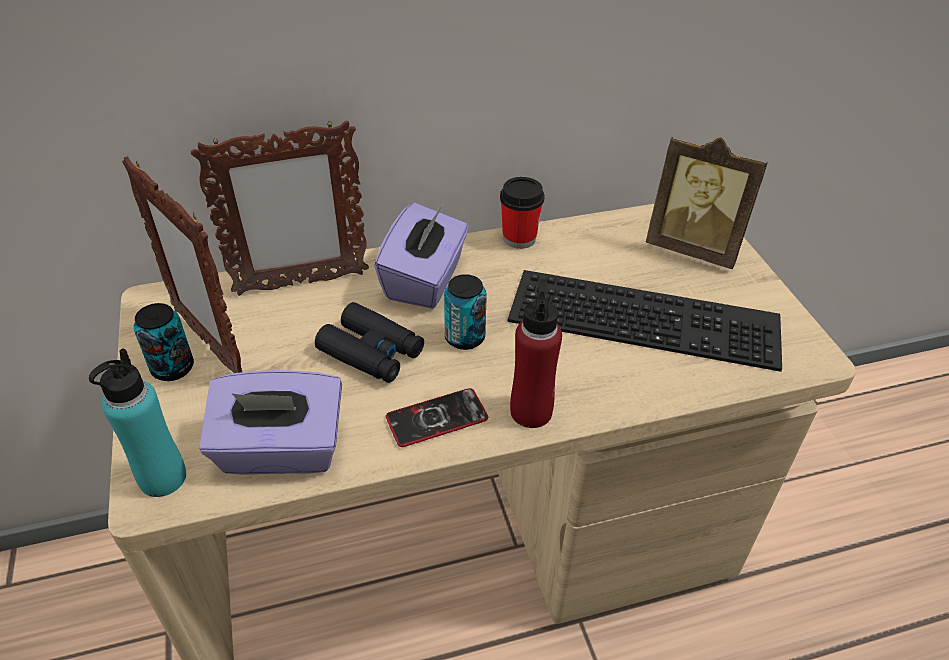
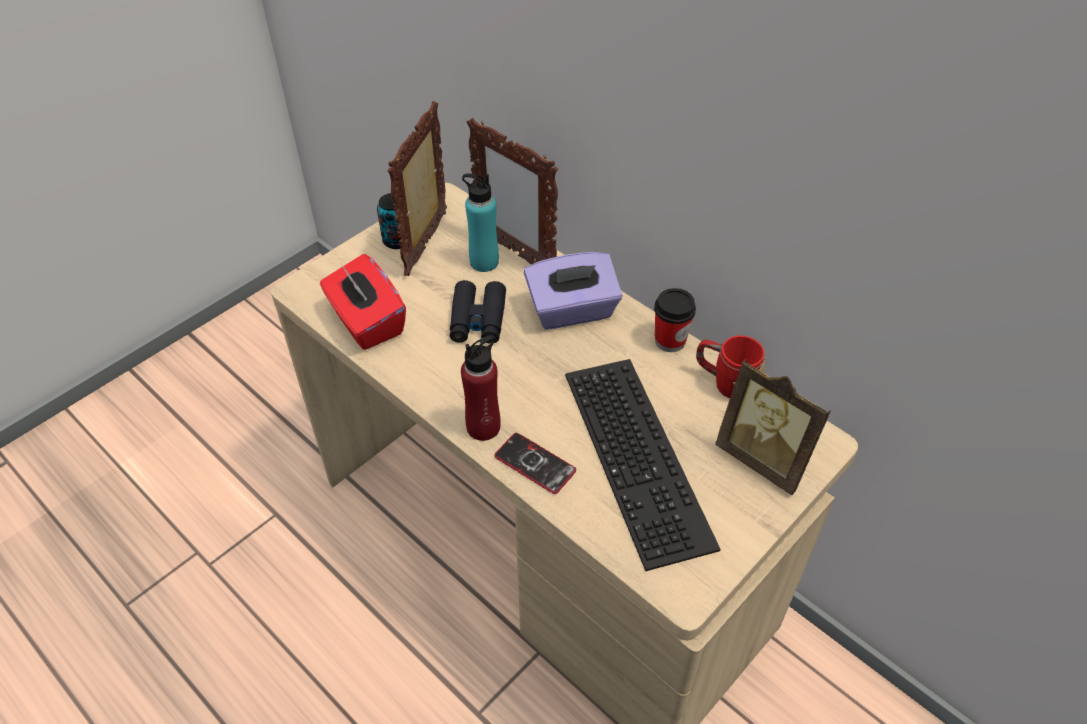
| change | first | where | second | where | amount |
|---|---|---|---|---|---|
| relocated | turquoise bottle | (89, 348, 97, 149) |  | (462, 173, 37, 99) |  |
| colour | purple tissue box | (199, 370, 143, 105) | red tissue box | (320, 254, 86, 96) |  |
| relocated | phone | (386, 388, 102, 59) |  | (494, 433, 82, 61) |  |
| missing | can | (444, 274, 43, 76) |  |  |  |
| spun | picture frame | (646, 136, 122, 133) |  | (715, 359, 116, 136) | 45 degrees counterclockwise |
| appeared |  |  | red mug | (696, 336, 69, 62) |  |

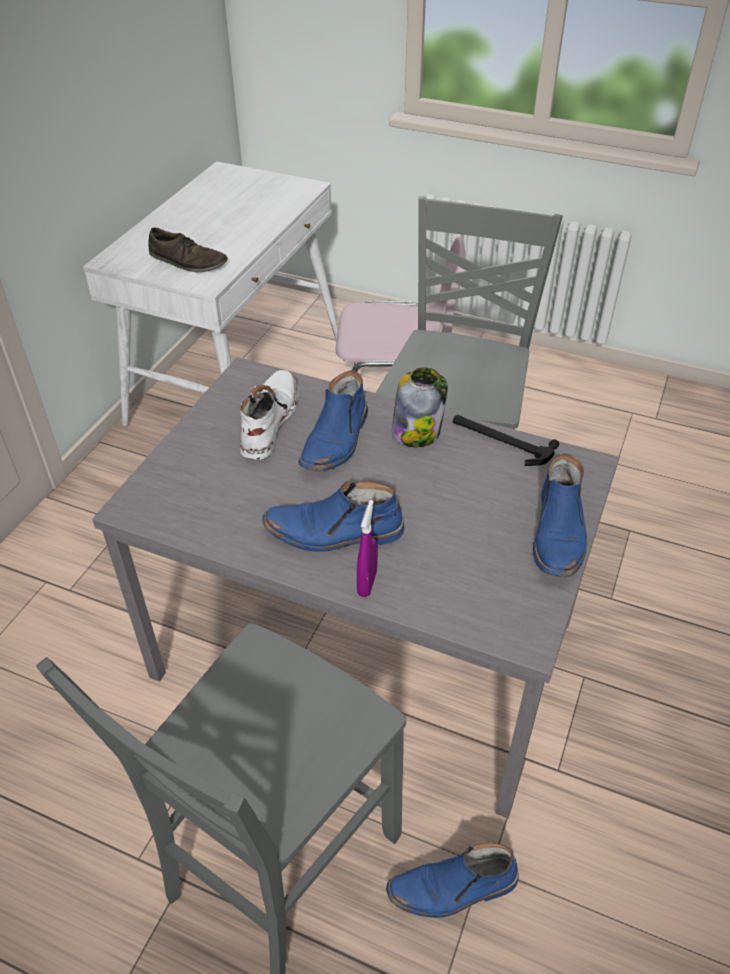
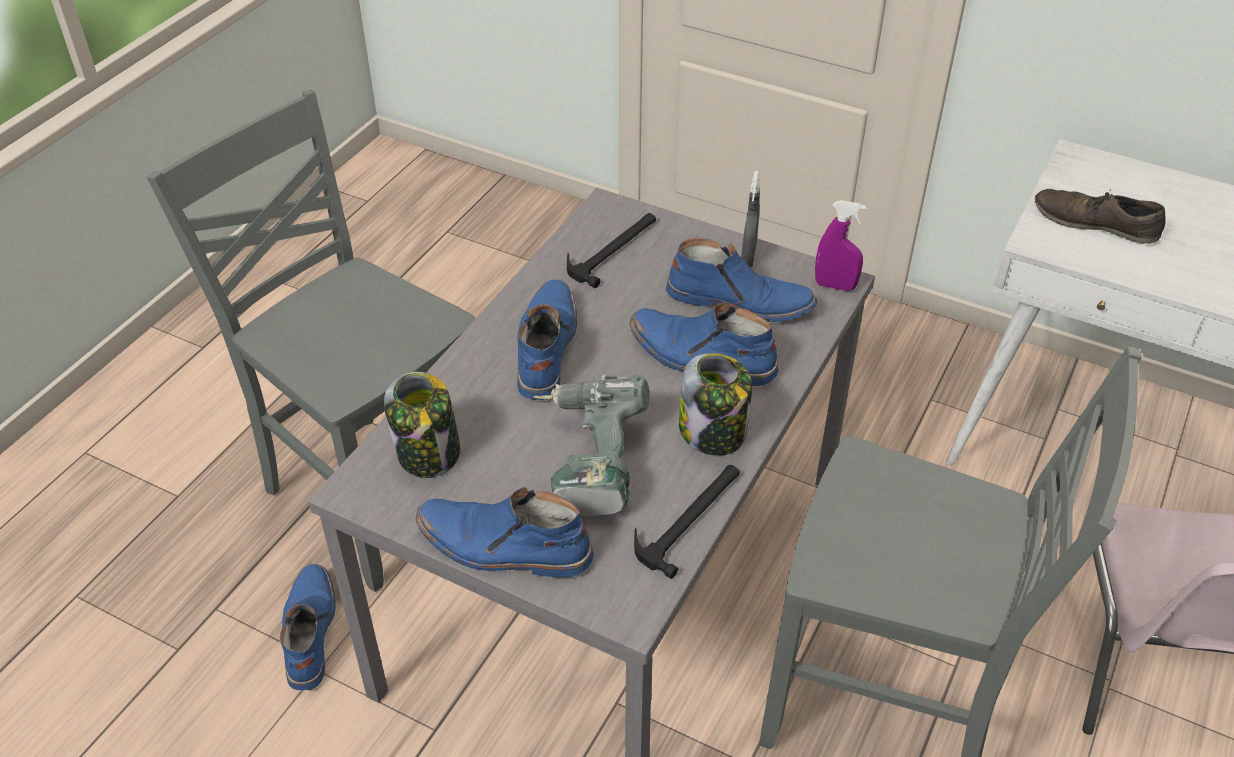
| change | first | where | second | where | amount |
|---|---|---|---|---|---|
| spun | brown shoe | (148, 228, 80, 45) |  | (1035, 189, 131, 55) | 90 degrees clockwise |
| colour | white boot | (240, 370, 58, 90) | blue boot | (666, 237, 151, 85) |  |
| relocated | purple spray bottle | (357, 500, 21, 97) |  | (815, 200, 52, 91) |  |
| appeared |  |  | jar | (384, 372, 76, 106) |  |
| appeared |  |  | power drill | (533, 375, 116, 142) |  |
| appeared |  |  | hammer | (567, 213, 89, 75) |  |
| appeared |  |  | grey spray bottle | (741, 171, 19, 96) |  |

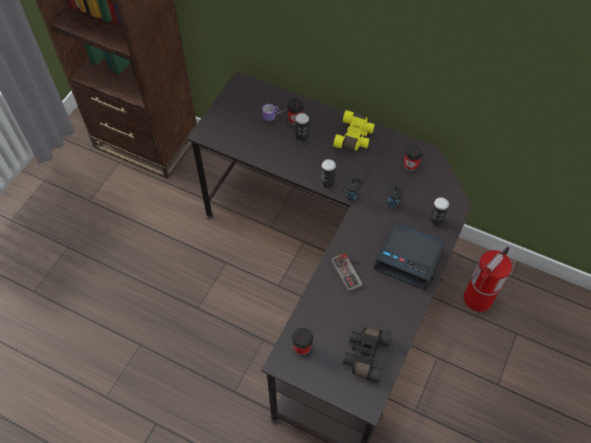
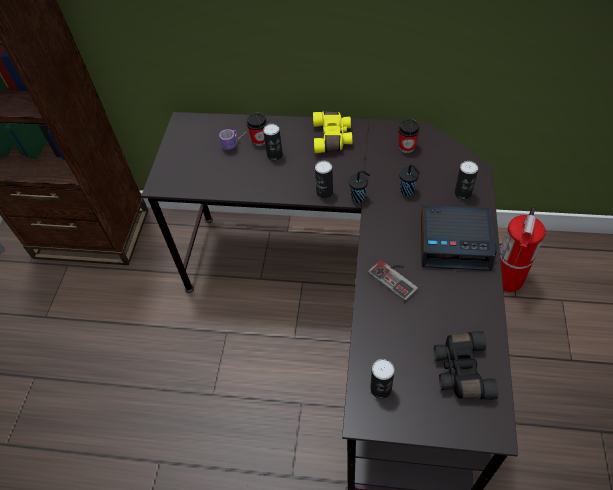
| change | first | where | second | where | amount |
|---|---|---|---|---|---|
| exchanged | cup | (292, 328, 21, 27) | can | (370, 359, 25, 40) |  |

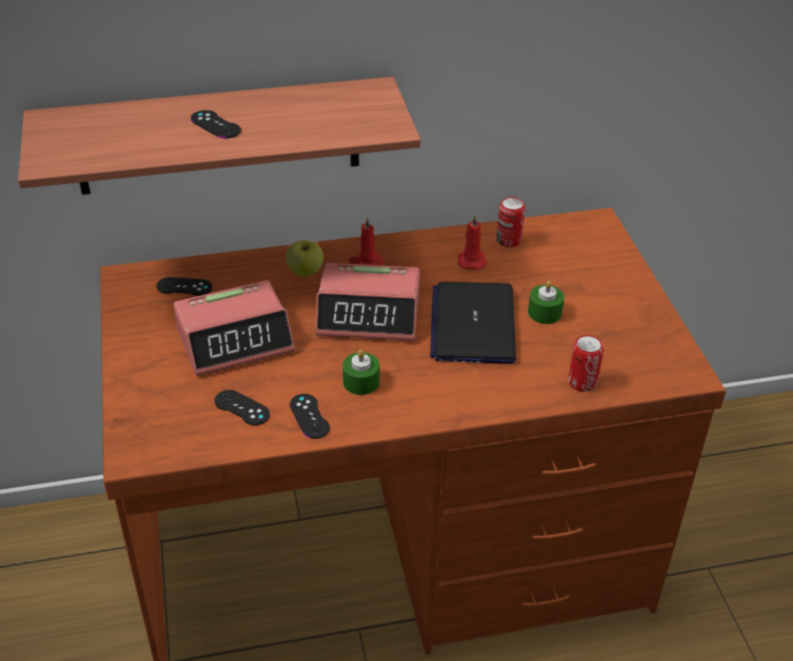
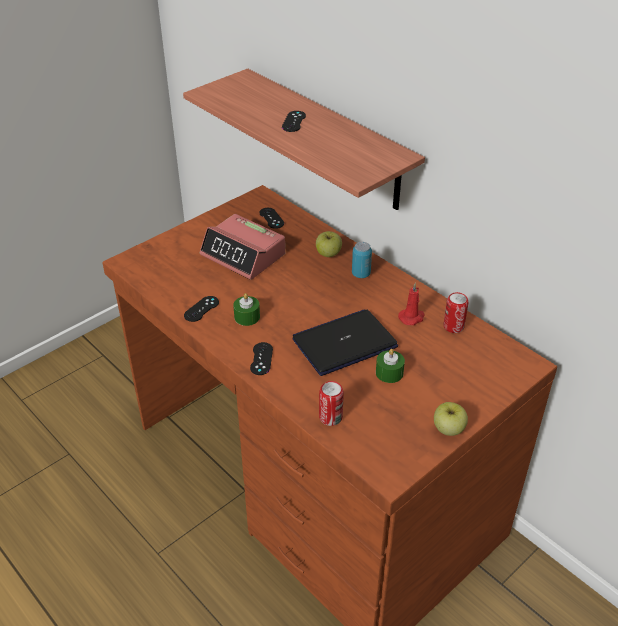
| change | first | where | second | where | amount |
|---|---|---|---|---|---|
| relocated | black game controller | (214, 390, 56, 35) |  | (250, 342, 23, 33) |  |
| missing | alarm clock | (315, 263, 105, 78) |  |  |  |
| exchanged | red candle | (349, 216, 35, 50) | can | (352, 242, 20, 36) |  |
| appeared |  |  | apple | (434, 402, 34, 34) |  |

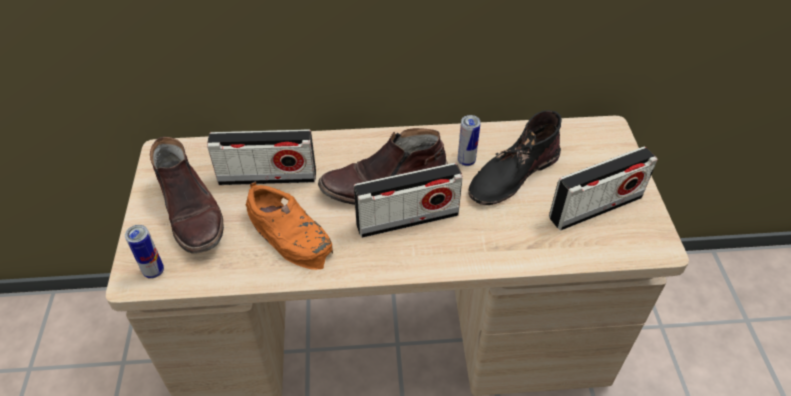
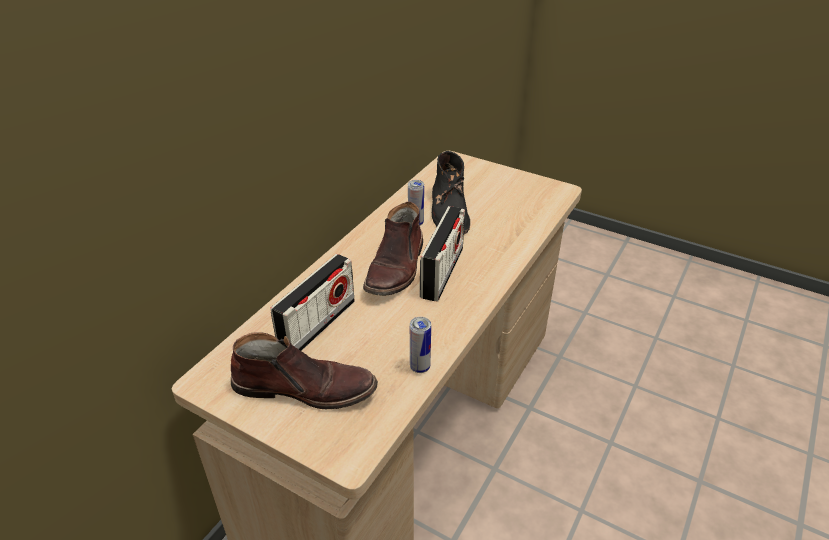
| change | first | where | second | where | amount |
|---|---|---|---|---|---|
| relocated | can | (125, 225, 39, 54) |  | (410, 317, 21, 56) |  |
| missing | orange shoe | (245, 181, 88, 89) |  |  |  |
| missing | radio | (549, 146, 109, 85) |  |  |  |

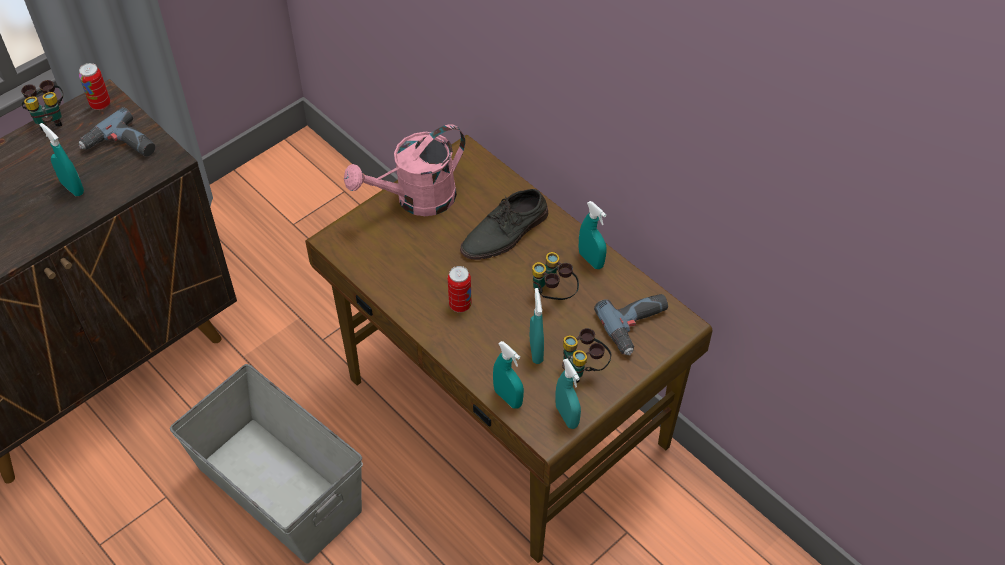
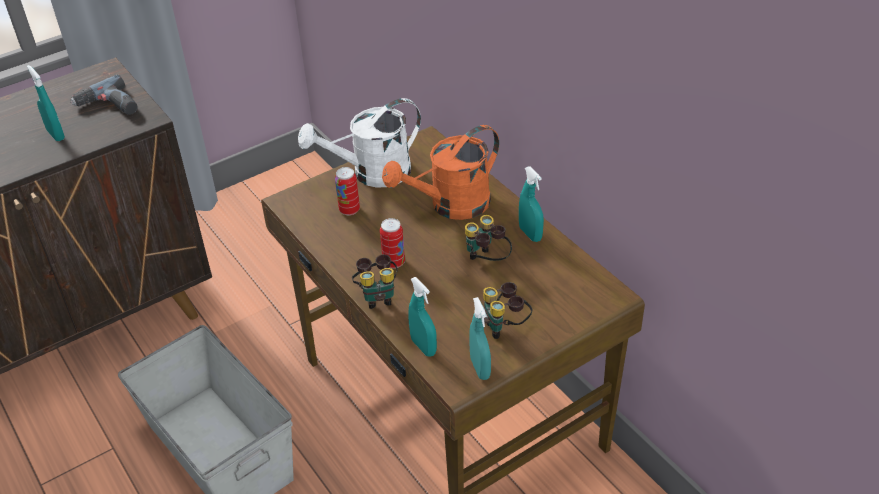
| change | first | where | second | where | amount |
|---|---|---|---|---|---|
| relocated | binoculars | (21, 80, 42, 51) |  | (352, 254, 46, 55) |  |
| relocated | can | (79, 63, 31, 47) |  | (335, 167, 25, 49) |  |
| colour | pink watering can | (344, 124, 121, 92) | white watering can | (298, 98, 123, 90) |  |
| exchanged | grey shoe | (460, 189, 88, 71) | orange watering can | (382, 125, 117, 95) |  |
| missing | turquoise spray bottle | (530, 288, 14, 76) |  |  |  |
| missing | power drill | (594, 294, 74, 62) |  |  |  |

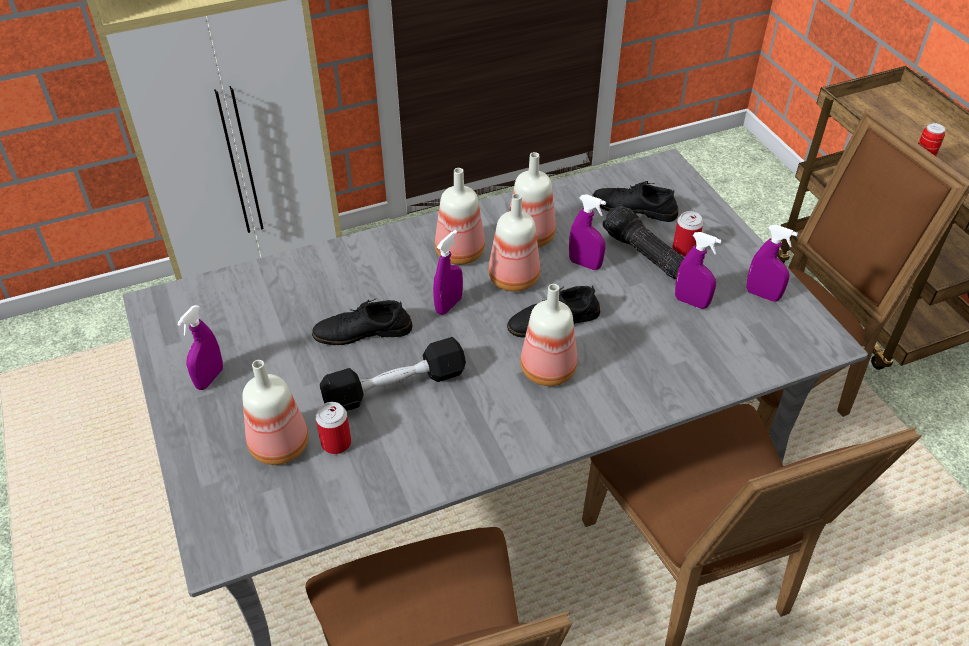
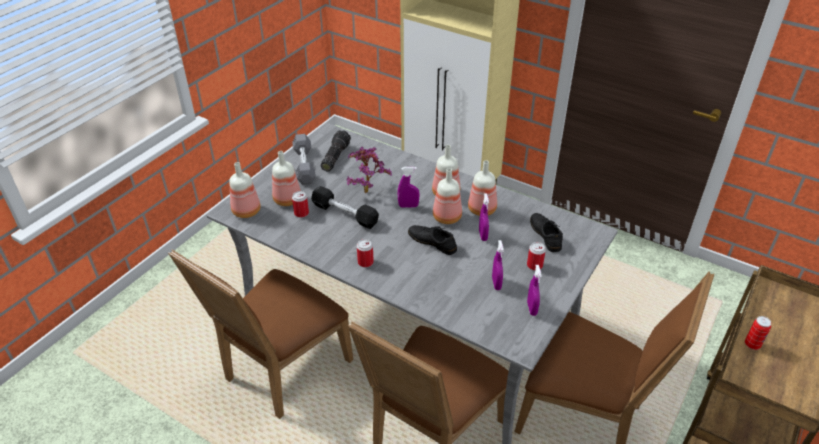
| change | first | where | second | where | amount |
|---|---|---|---|---|---|
| exchanged | purple spray bottle | (177, 305, 46, 85) | grey dumbbell | (292, 134, 24, 51) |  |
| exchanged | black shoe | (312, 299, 100, 46) | potted plant | (346, 147, 46, 46) |  |
| relocated | bottle | (520, 284, 57, 102) |  | (229, 162, 32, 56) |  |
| relocated | flashlight | (602, 204, 82, 75) |  | (321, 130, 30, 42) |  |
| appeared |  |  | can | (357, 239, 17, 28) |  |

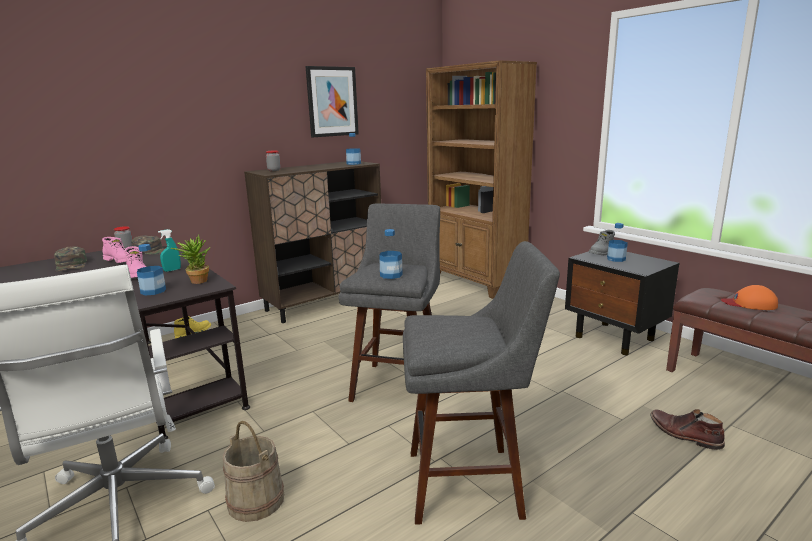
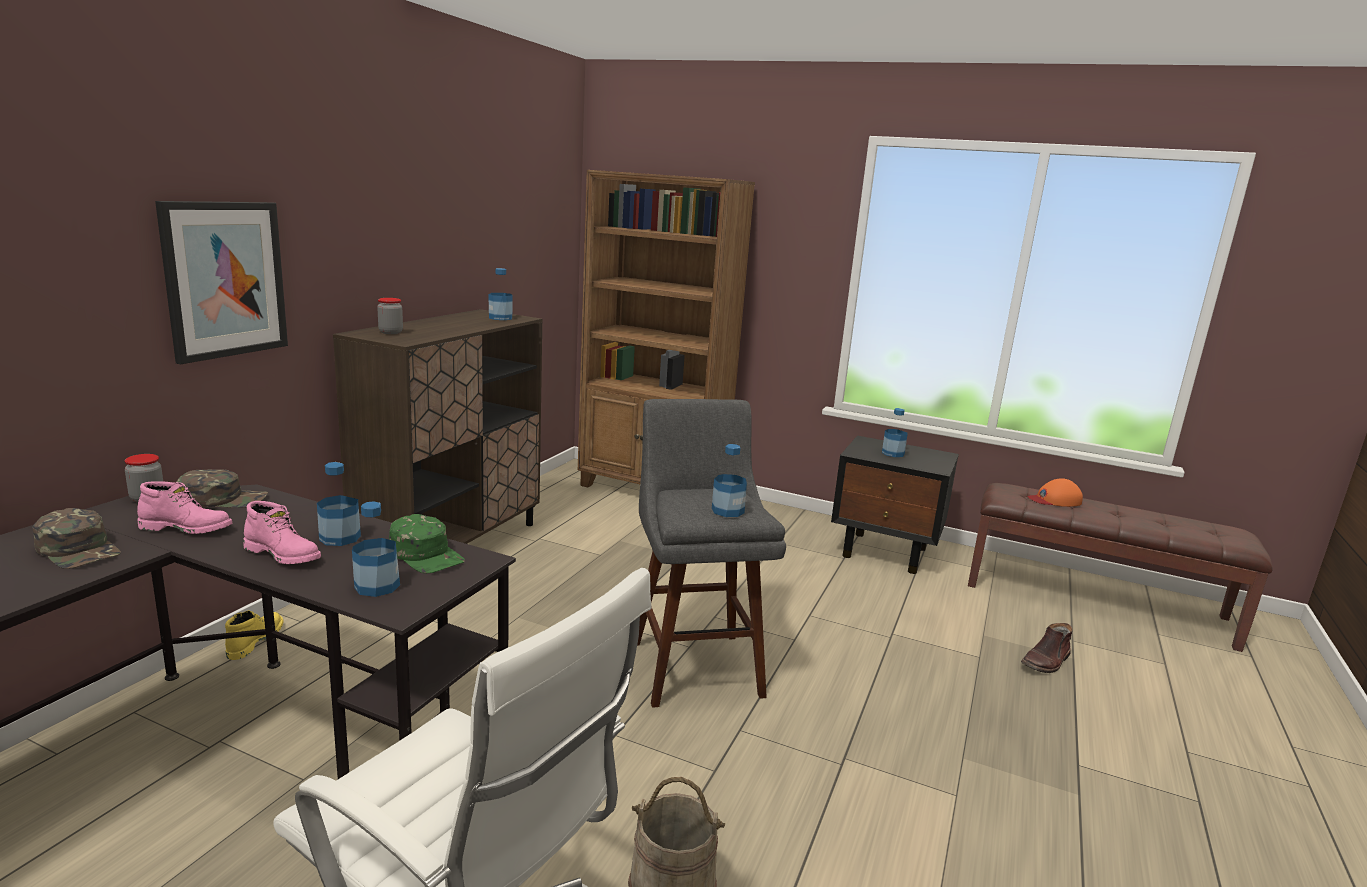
| change | first | where | second | where | amount |
|---|---|---|---|---|---|
| exchanged | turquoise spray bottle | (158, 229, 23, 43) | bottle | (317, 462, 44, 84) |  |
| exchanged | potted plant | (171, 233, 39, 51) | green cap | (389, 514, 76, 59) |  |
| relocated | picture | (306, 66, 53, 71) |  | (155, 201, 133, 163) |  |
| missing | grey stool | (403, 241, 157, 284) |  |  |  |
| missing | grey boot | (589, 230, 26, 25) |  |  |  |
| spun | brown boot | (650, 409, 75, 41) |  | (1021, 623, 52, 50) | 60 degrees counterclockwise |

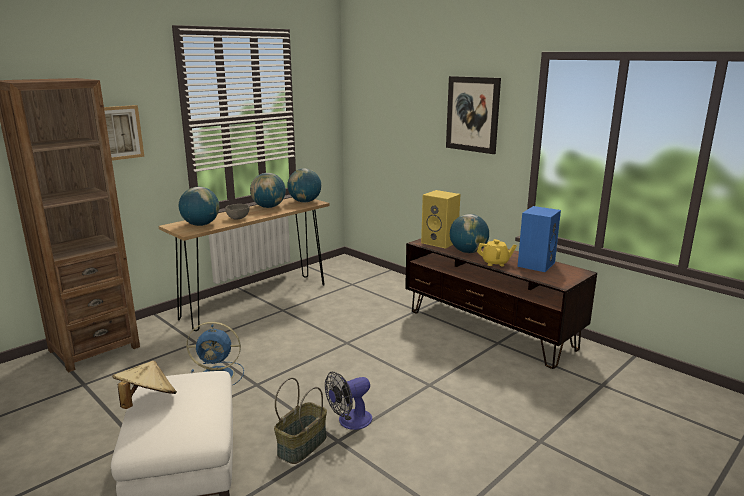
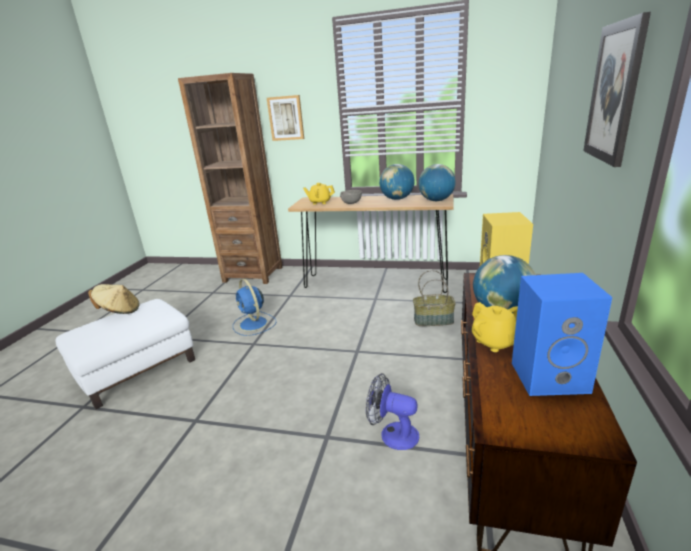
| change | first | where | second | where | amount |
|---|---|---|---|---|---|
| exchanged | globe | (179, 187, 40, 39) | yellow teapot | (303, 183, 32, 22) |  |
| relocated | basket | (274, 377, 53, 87) |  | (413, 270, 43, 56) |  |
| relocated | fan | (325, 372, 47, 58) |  | (366, 373, 53, 77) |  |

